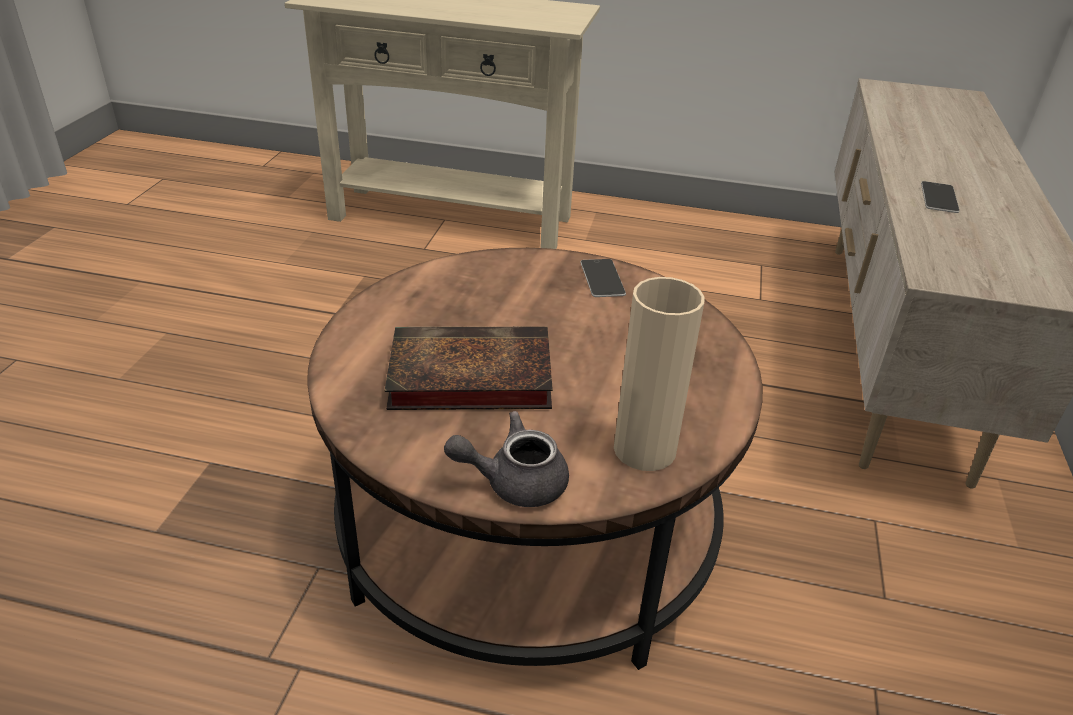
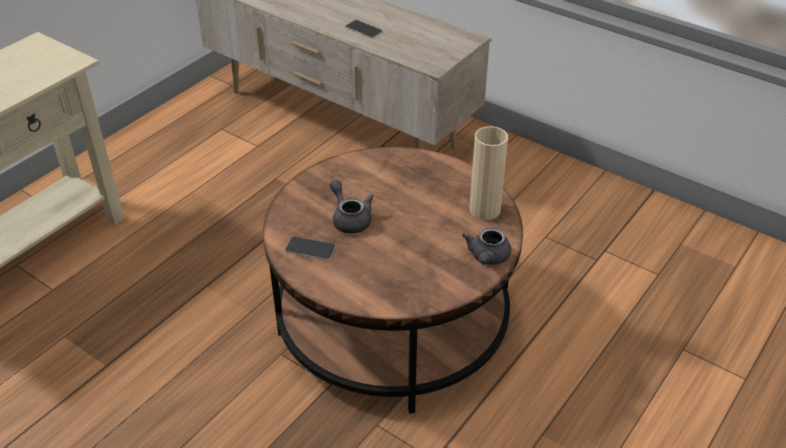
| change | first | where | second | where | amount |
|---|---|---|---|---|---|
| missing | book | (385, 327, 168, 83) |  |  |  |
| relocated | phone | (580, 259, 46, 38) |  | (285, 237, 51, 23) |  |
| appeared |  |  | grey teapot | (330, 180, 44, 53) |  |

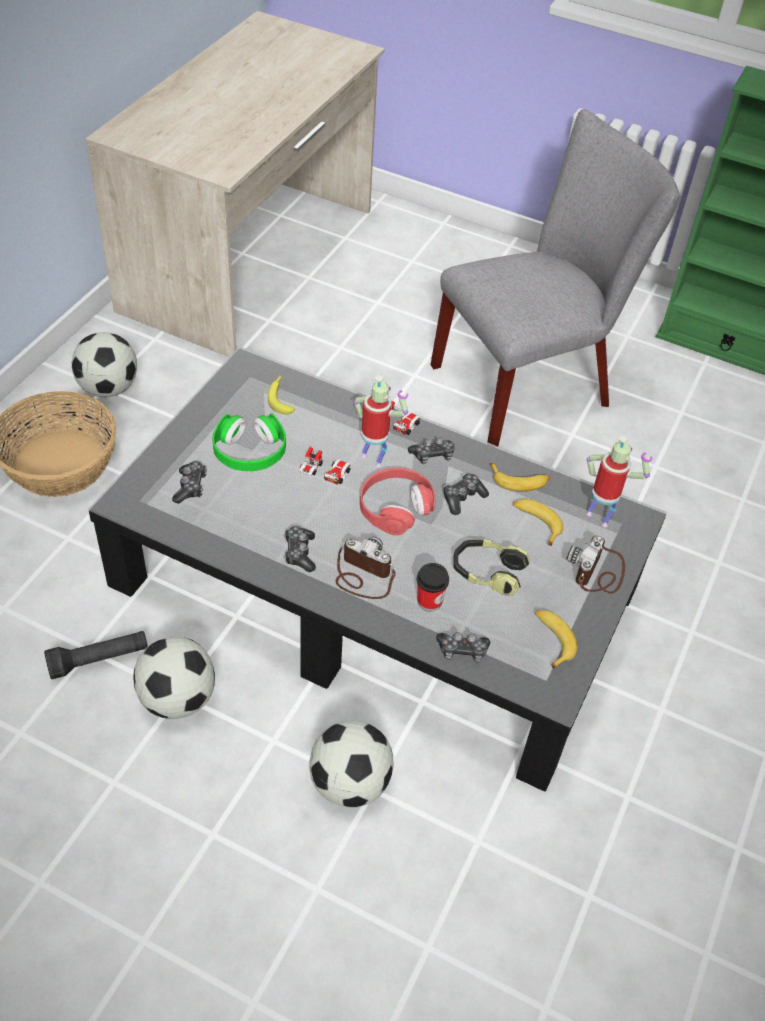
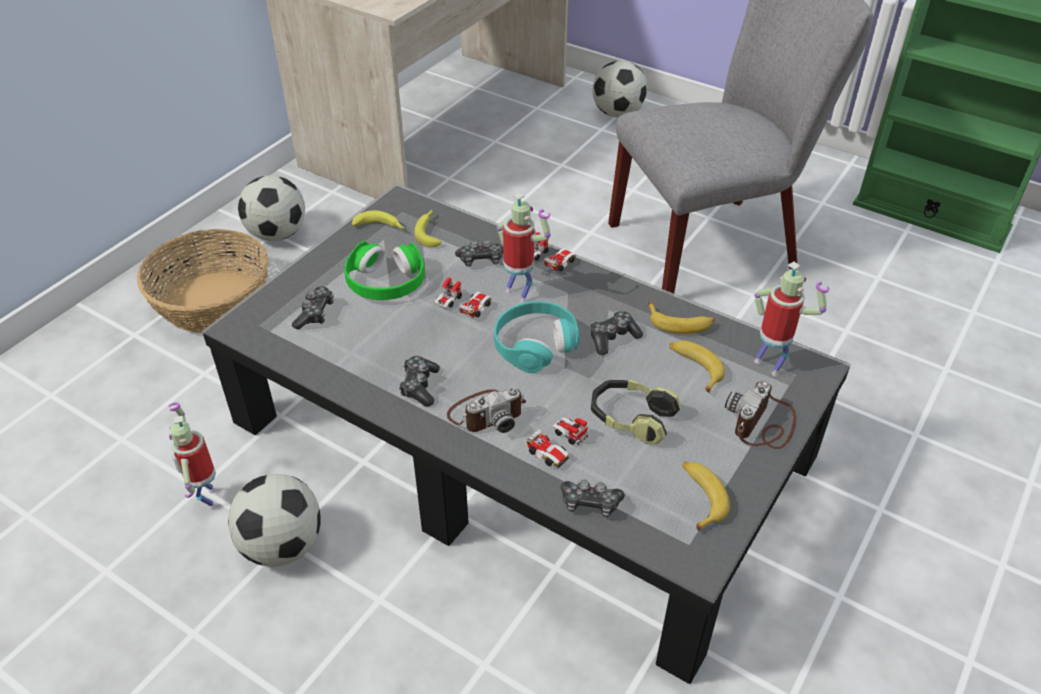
| change | first | where | second | where | amount |
|---|---|---|---|---|---|
| exchanged | black flashlight | (44, 631, 104, 48) | toy robot | (168, 402, 48, 108) |  |
| relocated | football | (309, 720, 84, 87) |  | (593, 61, 54, 57) |  |
| spun | photo camera | (335, 536, 61, 63) |  | (447, 388, 79, 45) | 120 degrees clockwise |
| colour | red headphones | (360, 468, 76, 67) | turquoise headphones | (494, 301, 86, 72) |  |
| relocated | game controller | (408, 437, 47, 27) |  | (455, 240, 48, 27) |  |
| exchanged | cup | (417, 563, 32, 49) | toy car | (527, 417, 61, 51) |  |
| appeared |  |  | banana | (352, 210, 53, 20) |  |

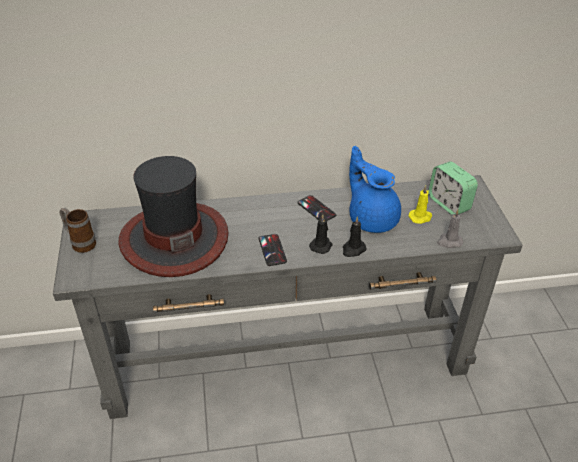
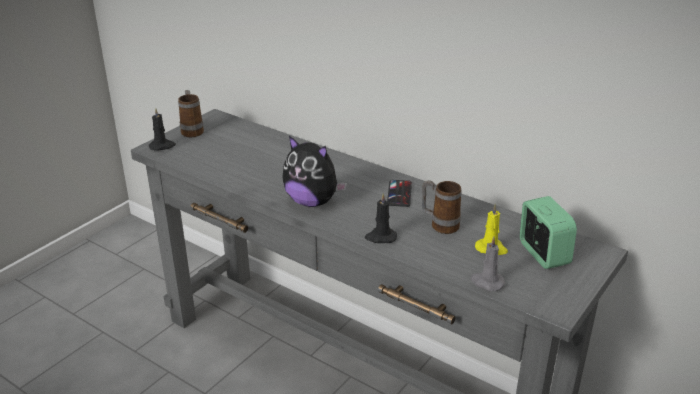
| change | first | where | second | where | amount |
|---|---|---|---|---|---|
| missing | hat | (118, 156, 110, 121) |  |  |  |
| exchanged | phone | (258, 234, 29, 32) | plush toy | (282, 136, 65, 71) |  |
| relocated | black candle | (309, 214, 23, 40) |  | (149, 108, 27, 43) |  |
| exchanged | blue teapot | (349, 146, 52, 87) | mug | (422, 180, 40, 54) |  |
| spun | alarm clock | (428, 161, 50, 54) |  | (520, 196, 57, 73) | 150 degrees clockwise |

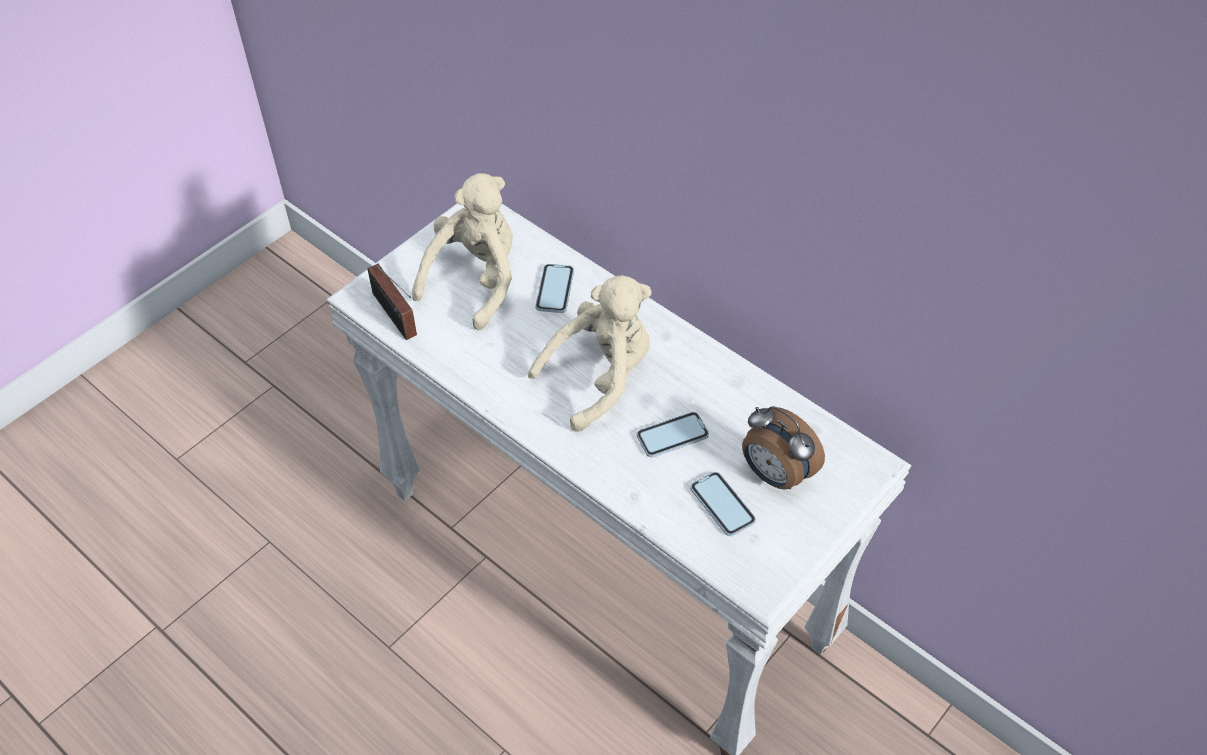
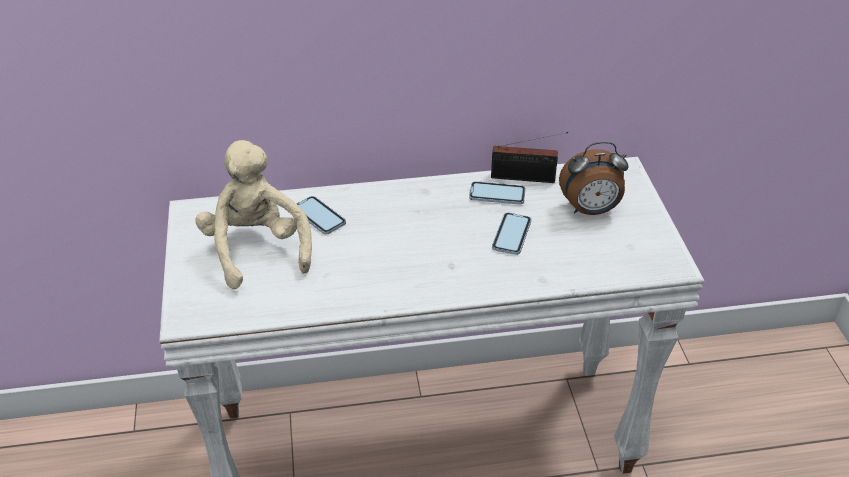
| change | first | where | second | where | amount |
|---|---|---|---|---|---|
| relocated | radio | (367, 264, 50, 76) |  | (491, 132, 77, 51) |  |
| missing | beige plush toy | (528, 275, 124, 157) |  |  |  |
| relocated | phone | (690, 472, 66, 64) |  | (469, 181, 57, 24) |  |

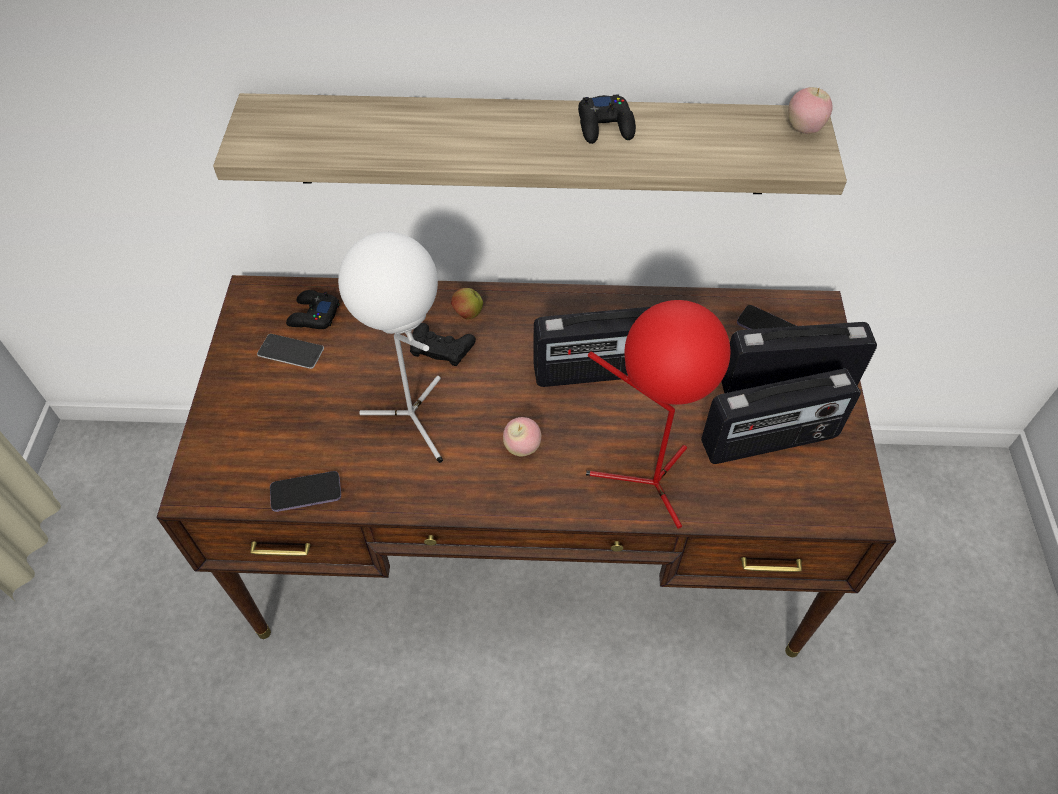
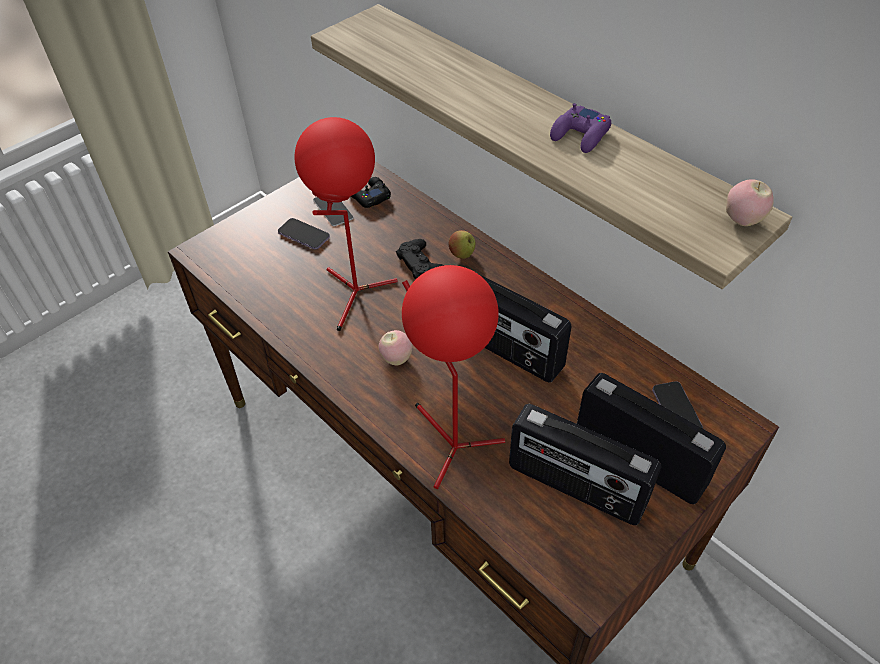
| change | first | where | second | where | amount |
|---|---|---|---|---|---|
| relocated | phone | (270, 471, 71, 41) |  | (278, 218, 52, 32) |  |
| colour | white table lamp | (338, 232, 105, 231) | red table lamp | (294, 117, 104, 214) |  |
| colour | black game controller | (578, 94, 58, 50) | purple game controller | (550, 103, 61, 50) |  |

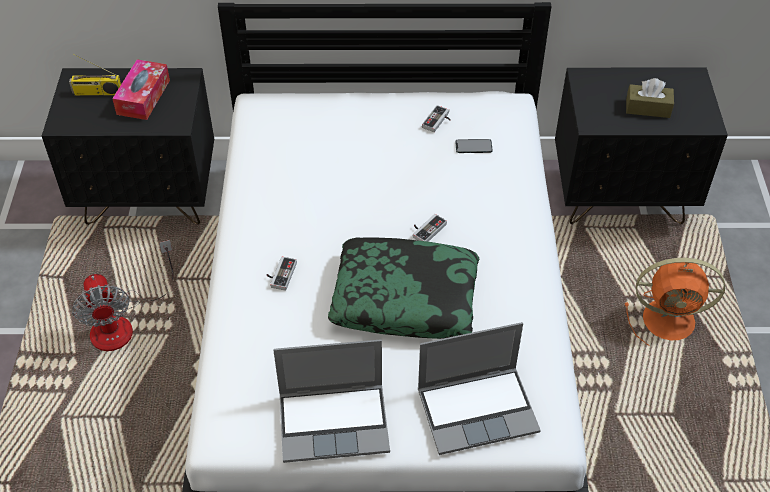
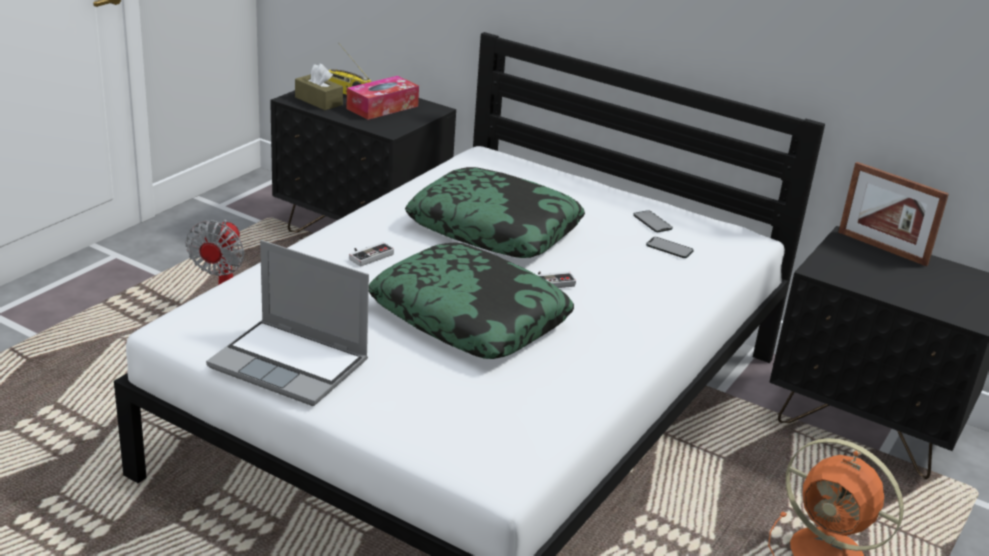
| change | first | where | second | where | amount |
|---|---|---|---|---|---|
| missing | laptop | (418, 322, 123, 133) |  |  |  |
| exchanged | game controller | (422, 105, 29, 27) | phone | (633, 210, 40, 22) |  |
| relocated | brown tissue box | (626, 78, 48, 40) |  | (295, 63, 48, 47) |  |
| appeared |  |  | pillow | (405, 167, 180, 91) |  |
| appeared |  |  | picture frame | (839, 162, 110, 104) |  |

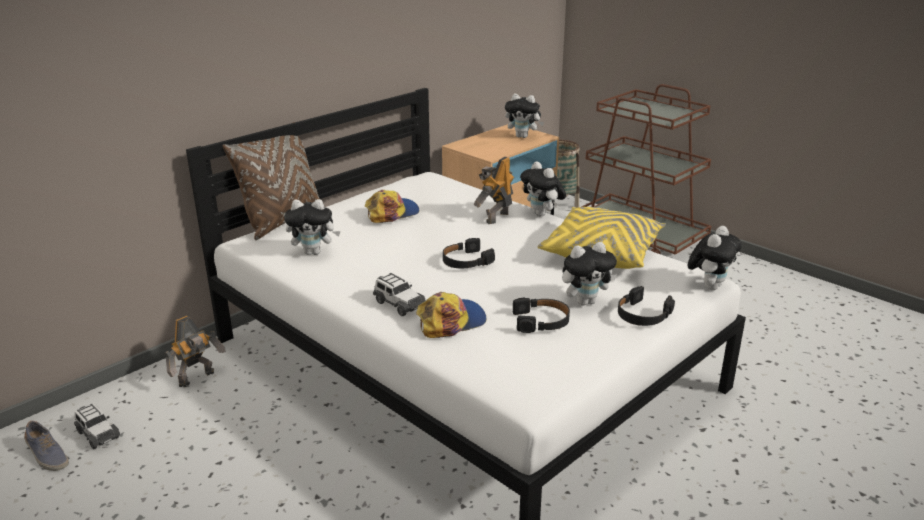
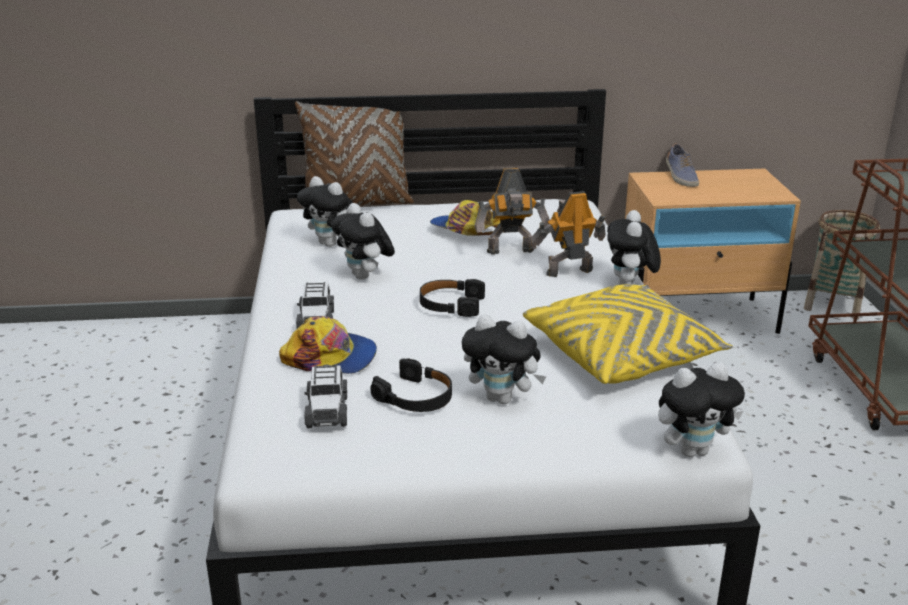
| change | first | where | second | where | amount |
|---|---|---|---|---|---|
| relocated | shoe | (24, 421, 45, 50) |  | (666, 143, 33, 44) |  |
| relocated | toy car | (74, 404, 46, 45) |  | (304, 364, 43, 64) |  |
| relocated | toy robot | (165, 316, 61, 71) |  | (474, 168, 76, 87) |  |
| spun | cap | (365, 190, 54, 33) |  | (430, 200, 70, 36) | 150 degrees counterclockwise |
| relocated | plush toy | (505, 93, 39, 45) |  | (332, 203, 63, 77) |  |
| missing | black headphones | (618, 286, 57, 40) |  |  |  |

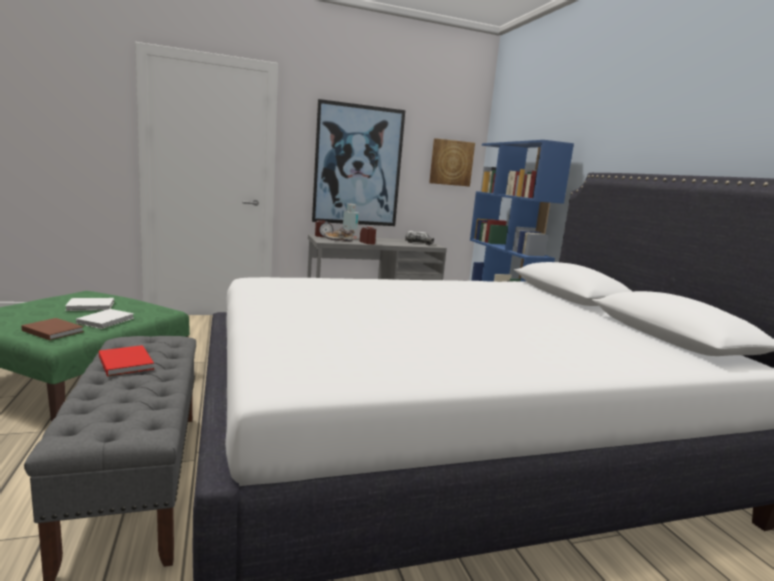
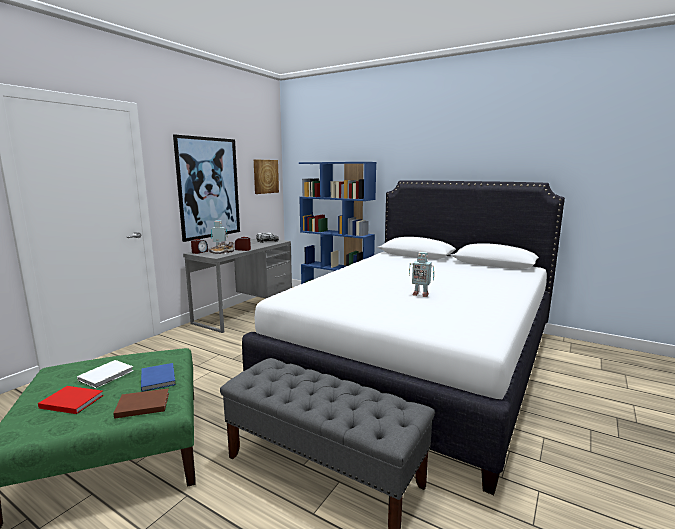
| change | first | where | second | where | amount |
|---|---|---|---|---|---|
| colour | white book | (76, 309, 58, 20) | blue book | (141, 363, 35, 29) |  |
| relocated | red book | (99, 345, 55, 32) |  | (38, 386, 66, 28) |  |
| appeared |  |  | toy robot | (409, 252, 25, 45) |  |

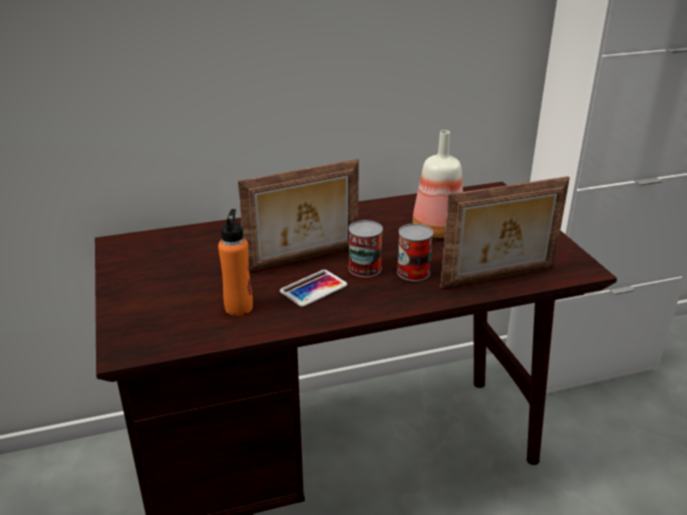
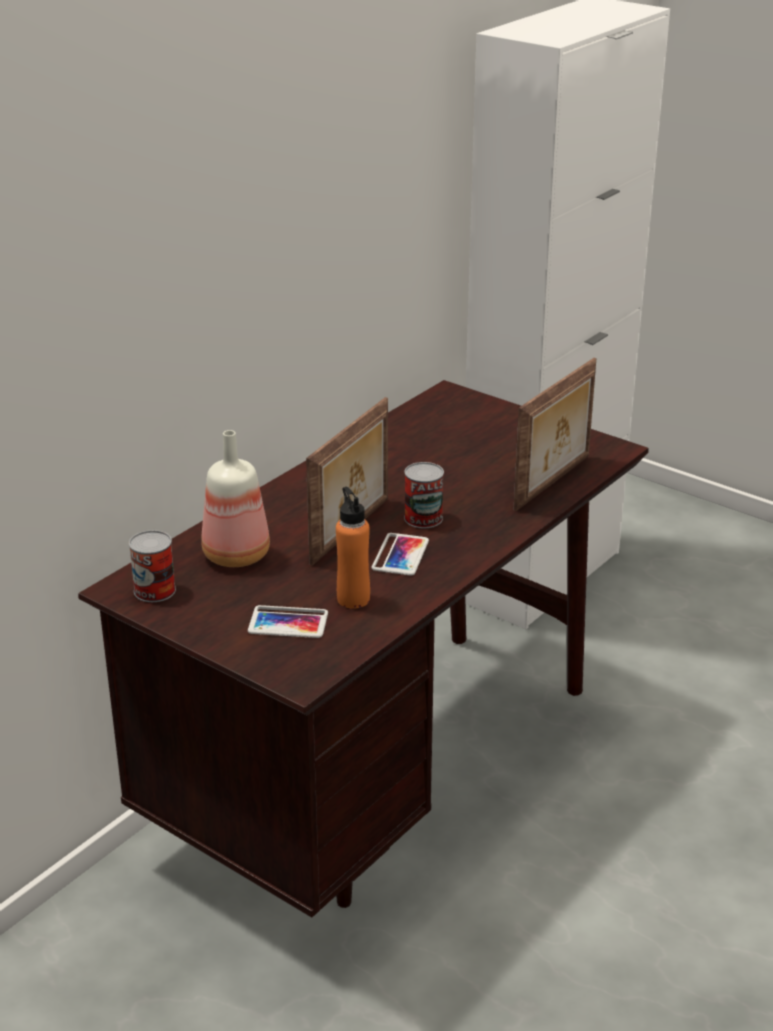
| change | first | where | second | where | amount |
|---|---|---|---|---|---|
| relocated | can | (397, 224, 36, 57) |  | (129, 530, 47, 72) |  |
| relocated | bottle | (413, 130, 50, 108) |  | (201, 430, 69, 137) |  |
| appeared |  |  | phone | (248, 605, 80, 33) |  |

